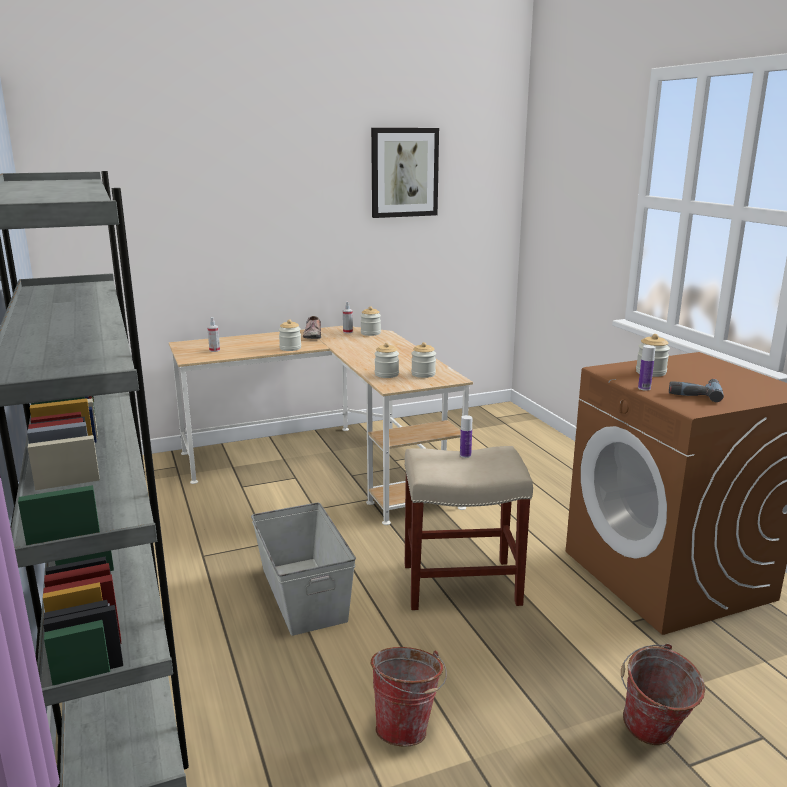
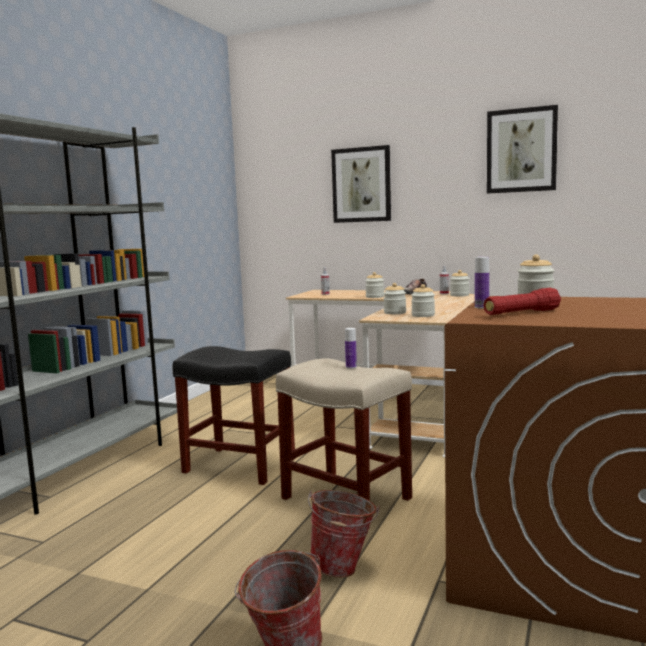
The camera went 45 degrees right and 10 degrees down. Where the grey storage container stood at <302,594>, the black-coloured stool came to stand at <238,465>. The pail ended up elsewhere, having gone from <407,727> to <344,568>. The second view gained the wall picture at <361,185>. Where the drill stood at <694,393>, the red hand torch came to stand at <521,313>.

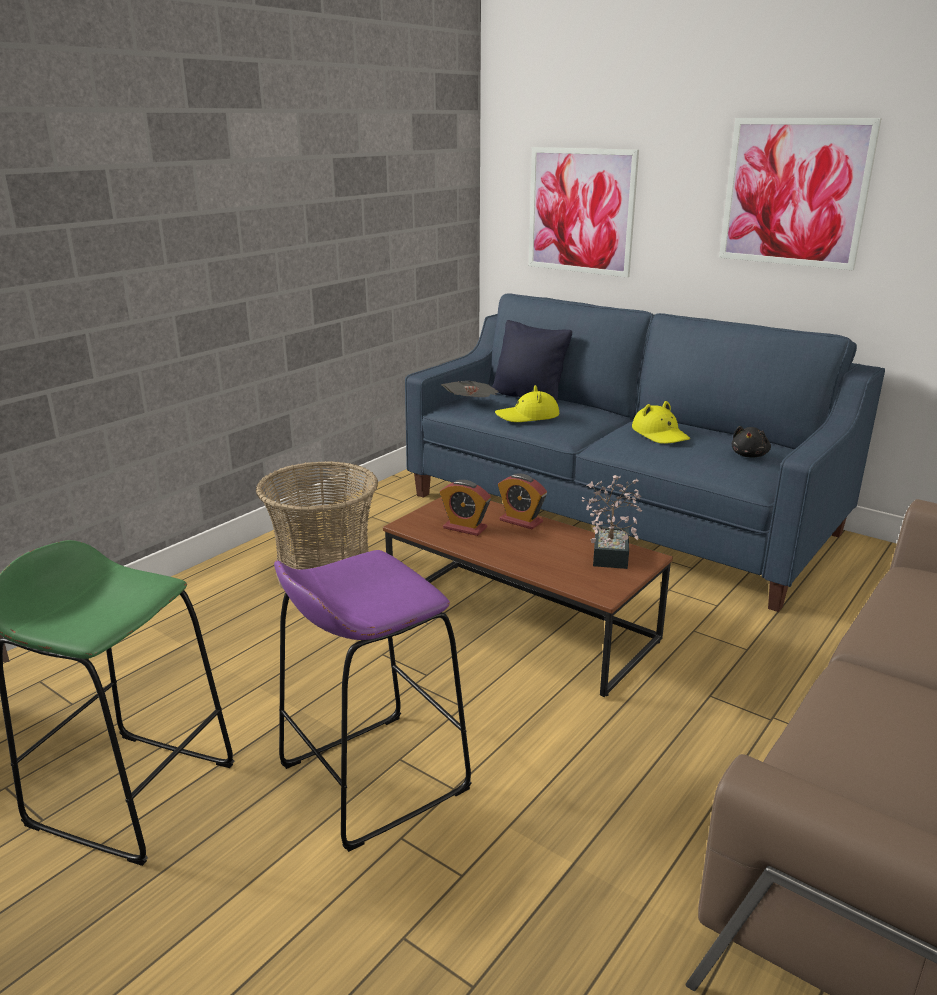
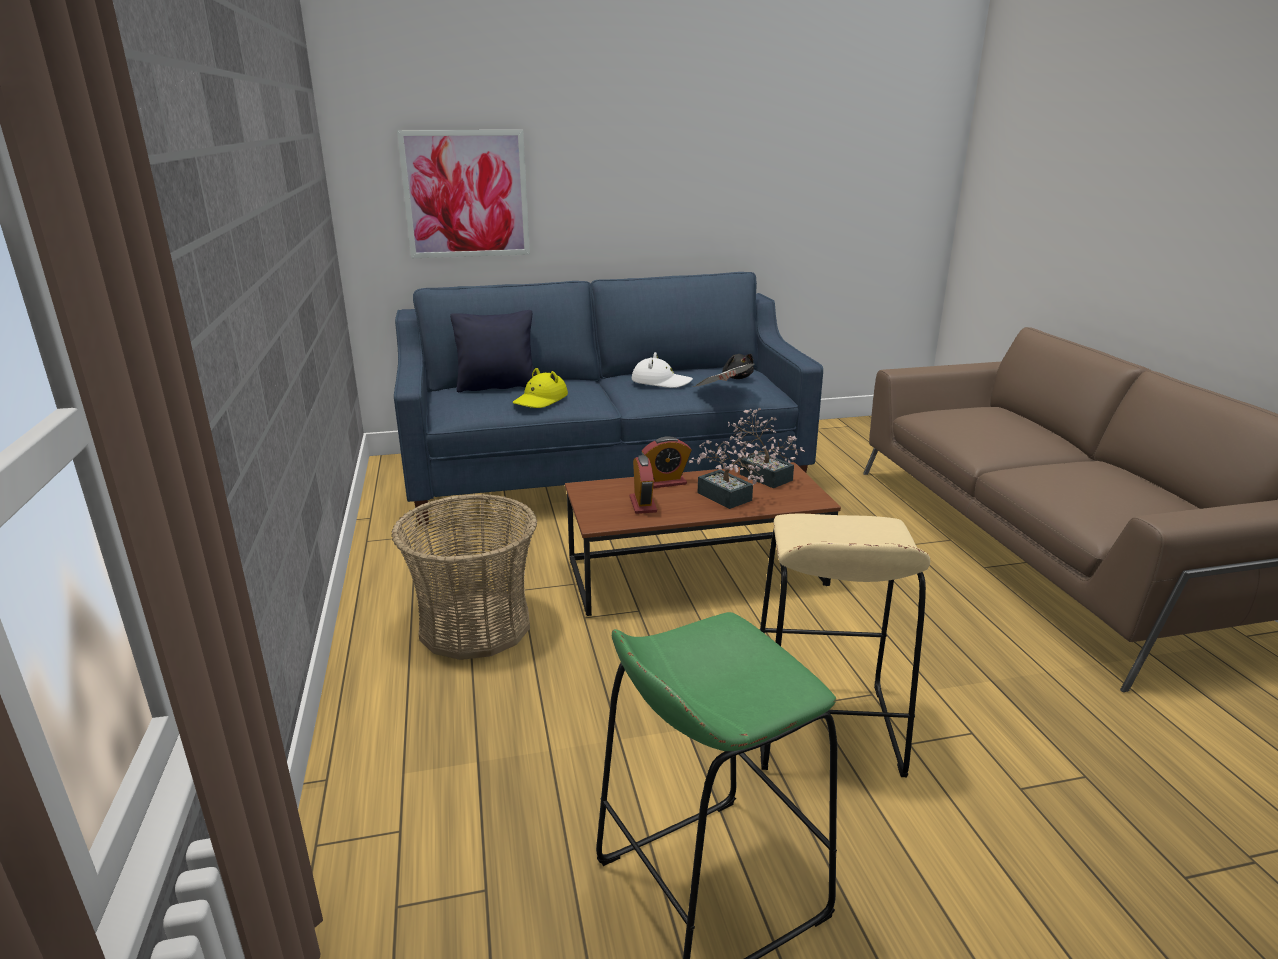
The camera went 50 degrees left and 0 degrees up. The table clock at <465,528> ended up facing another way, 75 degrees counterclockwise from before. What was the yellow wearable hat at <660,434> turned into the whitish wearable hat at <661,382>. The second view gained the potted plant at <728,499>. The daily paper ended up elsewhere, having gone from <471,405> to <722,391>. What was the purple-coloured stool at <373,777> turned into the beige stool at <823,726>. The second view lost the wall picture at <794,193>.

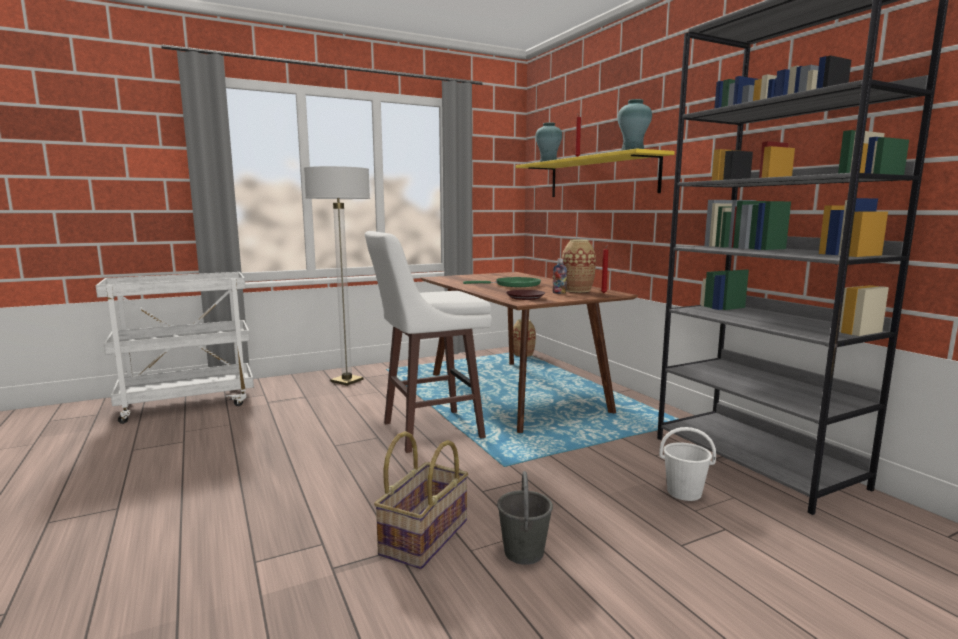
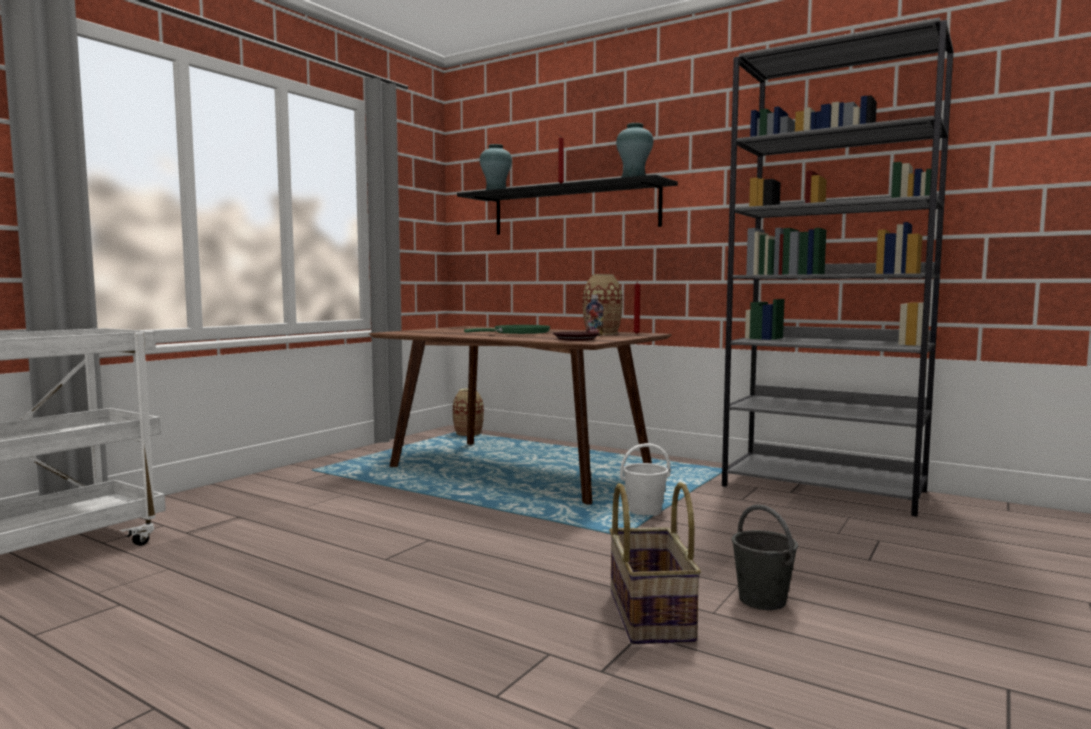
The camera went 30 degrees left and 5 degrees down. What was the yellow bracket shelf at <600,177> turned into the black-coloured bracket shelf at <573,210>. The whitish pail ended up elsewhere, having gone from <684,492> to <645,511>. The second view lost the standing lamp at <347,381>. The second view lost the whitish stool at <429,431>.

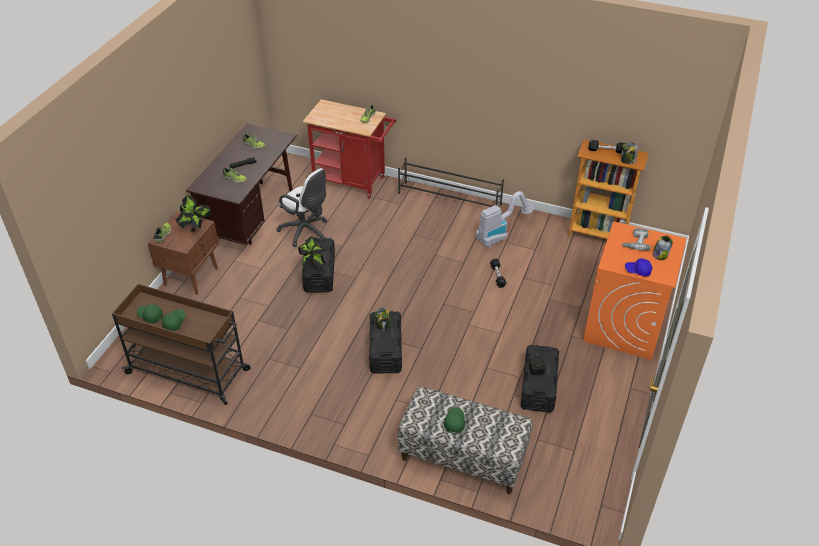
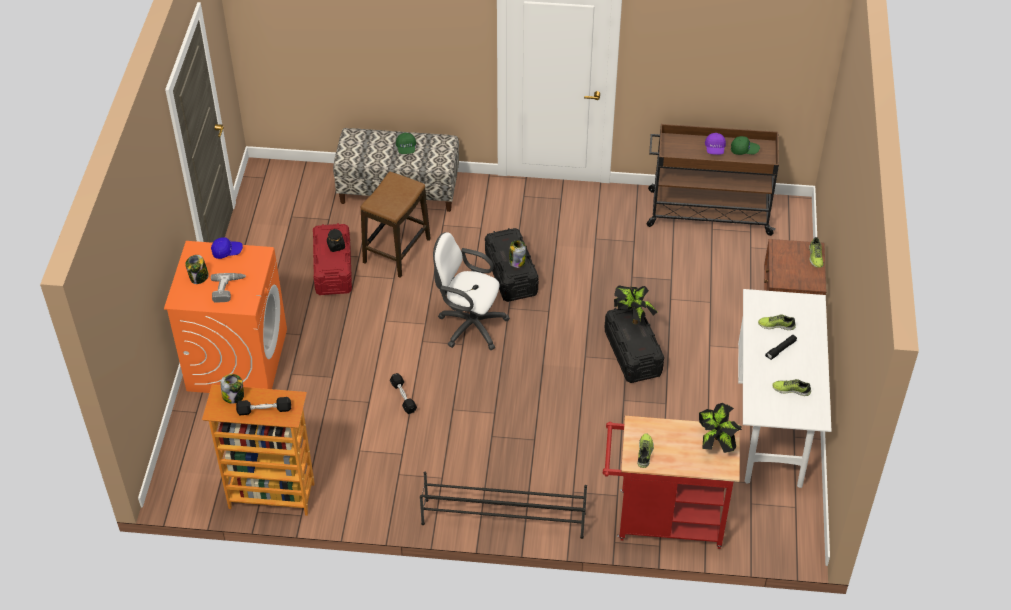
The camera went 165 degrees right and 5 degrees up. What was the black-coloured storage container at <538,387> turned into the red storage container at <333,269>. The second view gained the stool at <397,251>. The whitish office chair ended up elsewhere, having gone from <306,232> to <469,325>. The potted plant ended up elsewhere, having gone from <196,228> to <716,443>. What was the green baseball cap at <174,322> turned into the purple-coloured baseball cap at <715,149>. What was the brown desk at <252,217> turned into the whitish desk at <773,421>. The second view lost the vacuum cleaner at <500,234>.

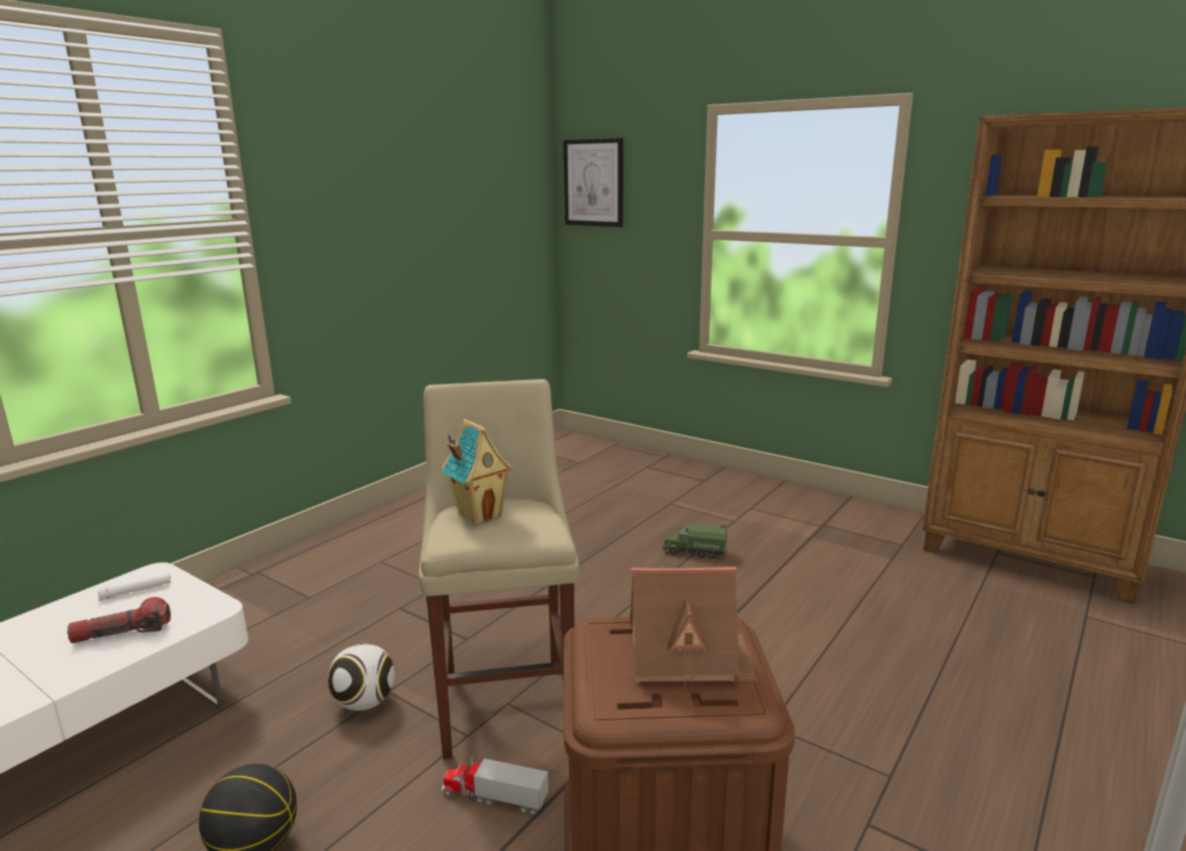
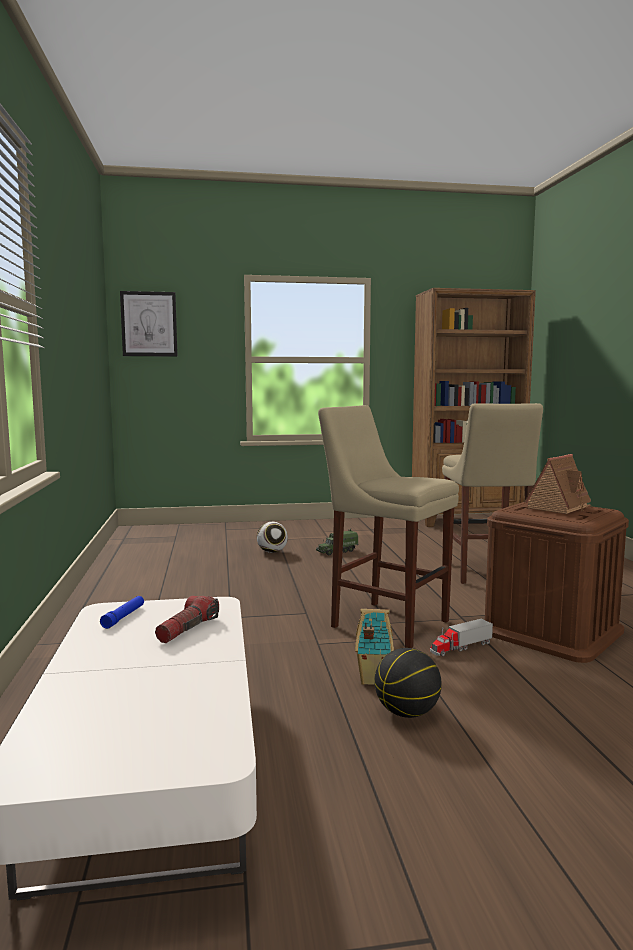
The camera went 45 degrees left and 10 degrees down. What was the whitish hand torch at <136,591> turned into the blue hand torch at <124,617>. The football ended up elsewhere, having gone from <364,703> to <272,552>. The miniature house ended up elsewhere, having gone from <479,514> to <372,679>. The second view gained the beige stool at <484,573>.

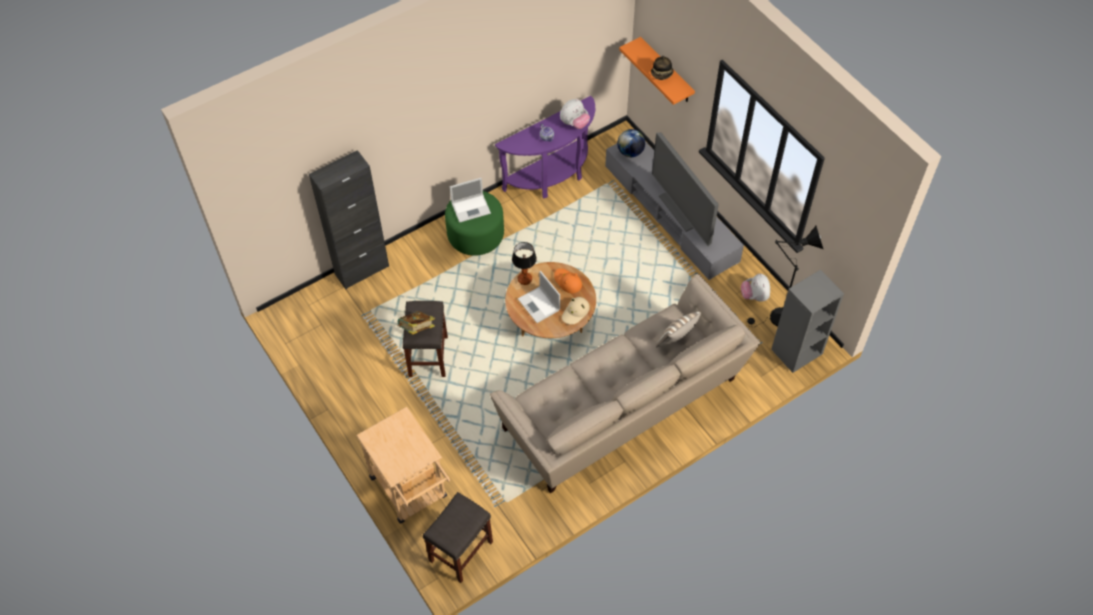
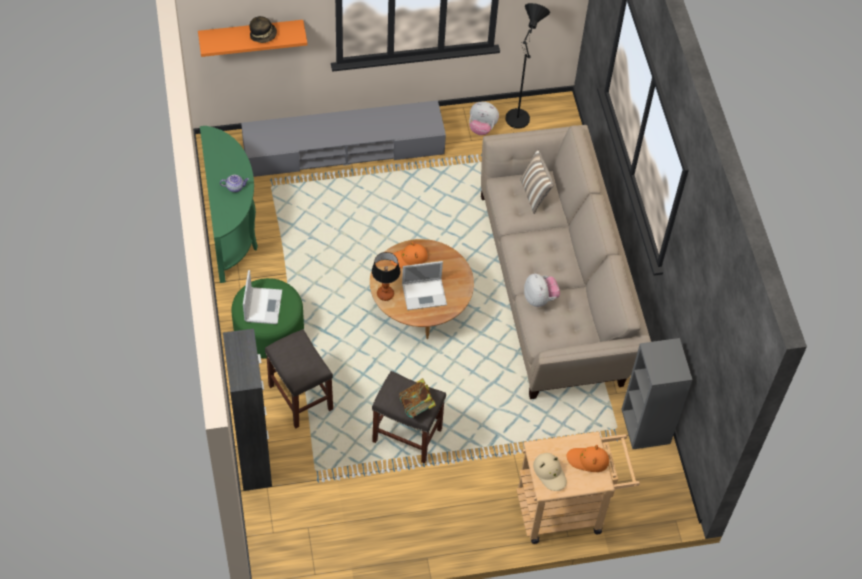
The camera went 70 degrees left and 0 degrees up. What was the purple-coloured hall table at <552,177> turned into the green hall table at <231,230>. The grey stool ended up elsewhere, having gone from <461,550> to <299,397>. The cuddly toy ended up elsewhere, having gone from <574,124> to <540,298>. The beige wearable hat ended up elsewhere, having gone from <575,312> to <550,473>. The second view gained the orange wearable hat at <588,460>. The grey bookcase ended up elsewhere, having gone from <796,352> to <646,427>. The second view lost the desk globe at <630,152>. The second view lost the TV set at <683,209>.

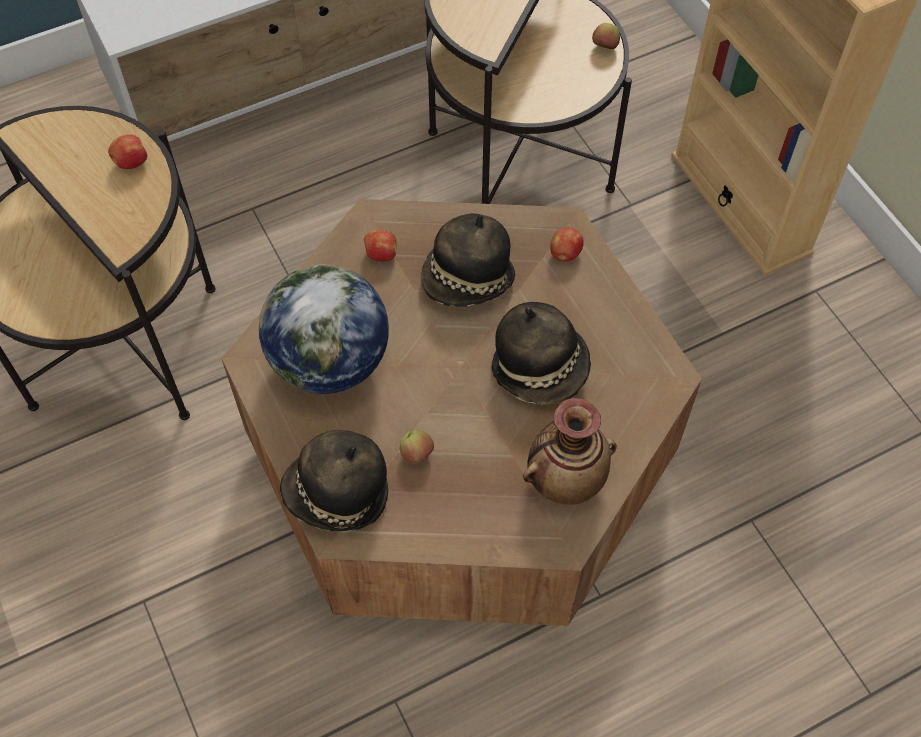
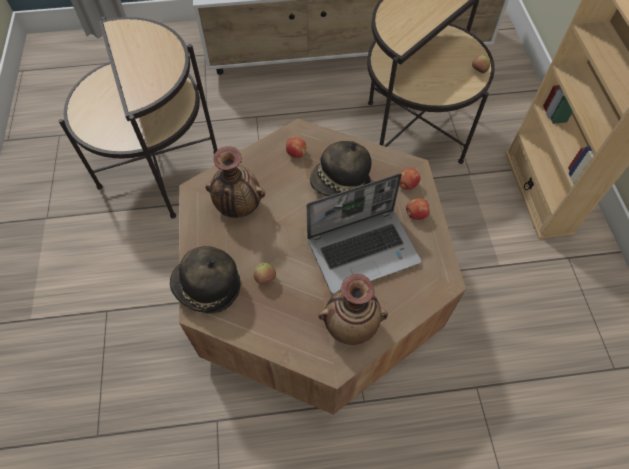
The camera went 20 degrees right and 0 degrees up. Where the desk globe stood at <329,363>, the flower vase came to stand at <238,207>. Where the wearable hat stood at <541,368>, the portable computer came to stand at <364,250>. The whole apple ended up elsewhere, having gone from <131,163> to <415,214>.

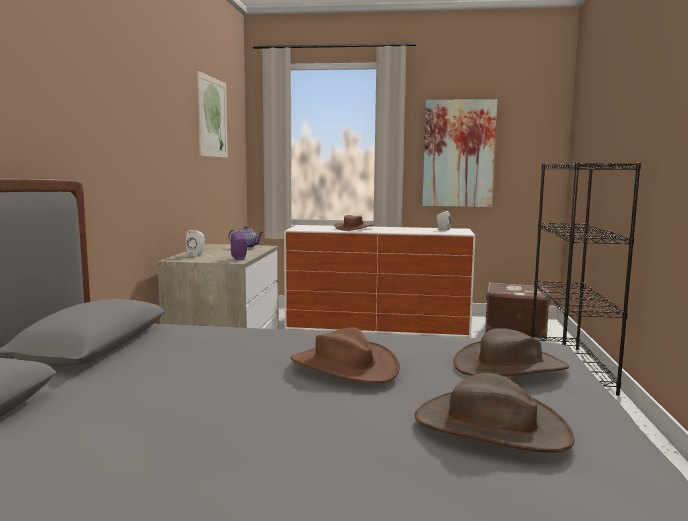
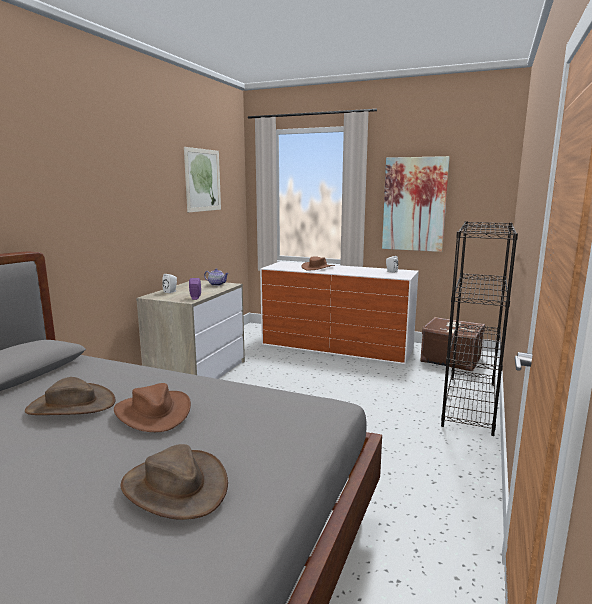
The camera went 15 degrees right and 5 degrees up. The brown wearable hat ended up elsewhere, having gone from <510,366> to <71,405>.

